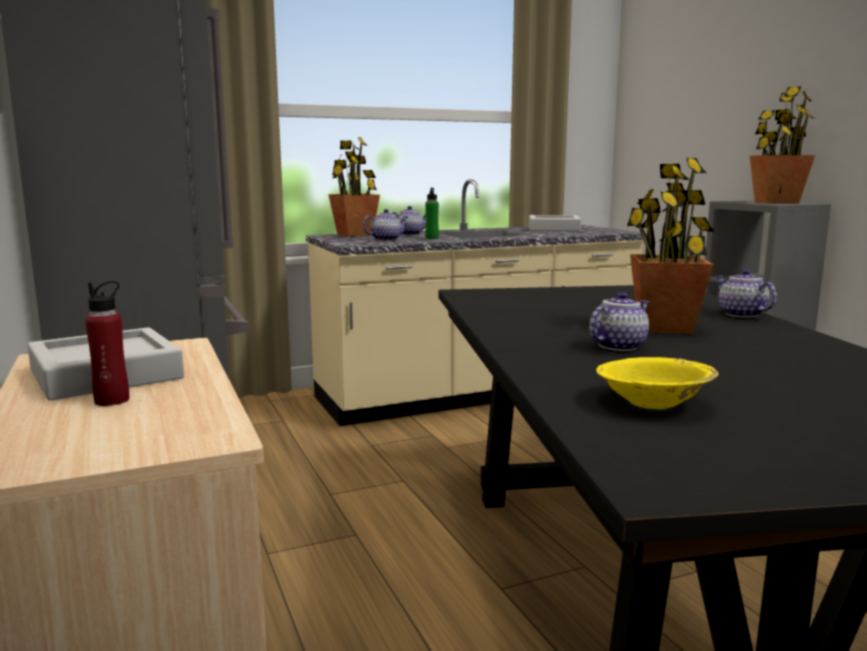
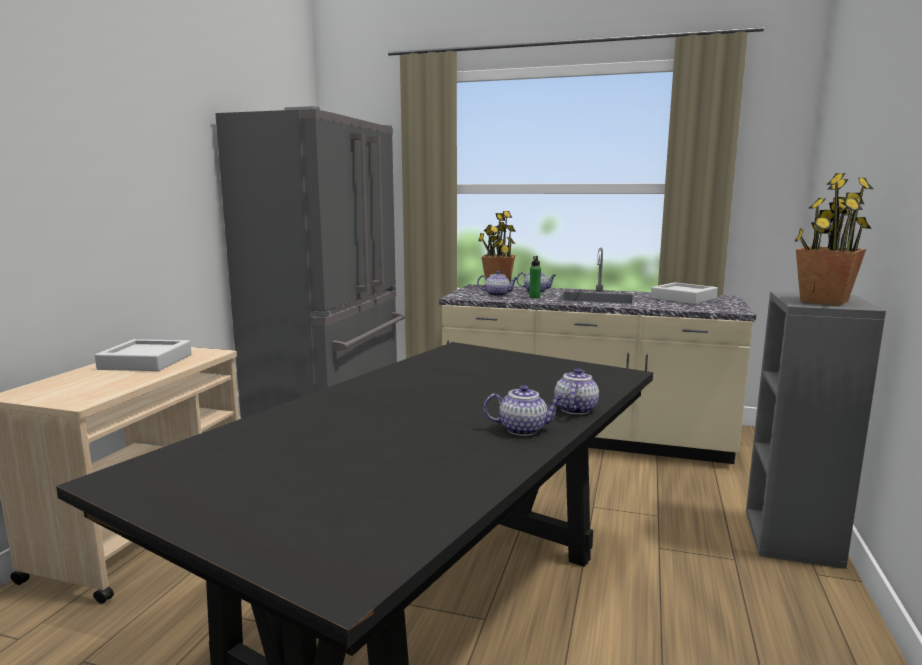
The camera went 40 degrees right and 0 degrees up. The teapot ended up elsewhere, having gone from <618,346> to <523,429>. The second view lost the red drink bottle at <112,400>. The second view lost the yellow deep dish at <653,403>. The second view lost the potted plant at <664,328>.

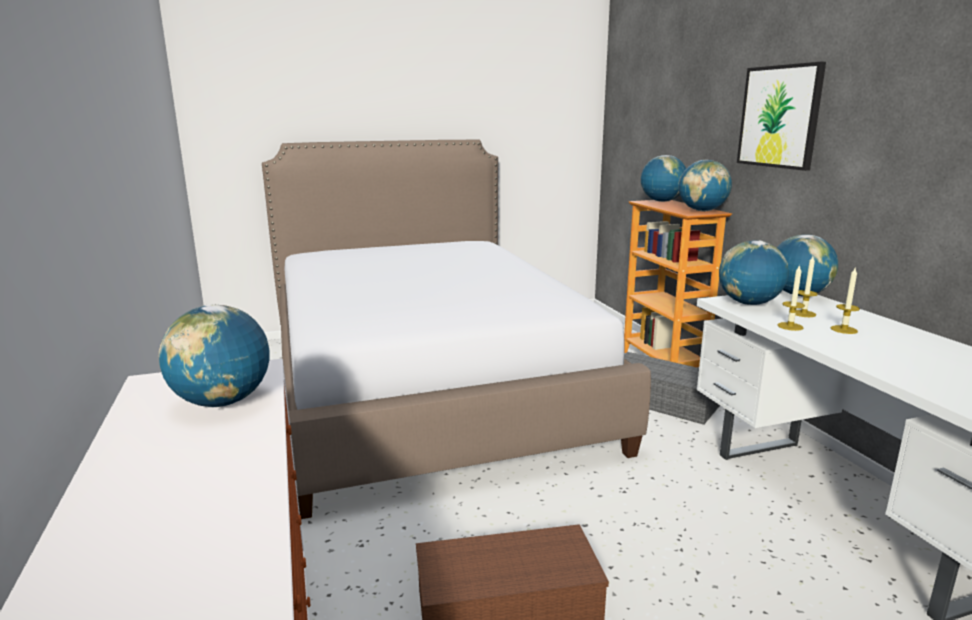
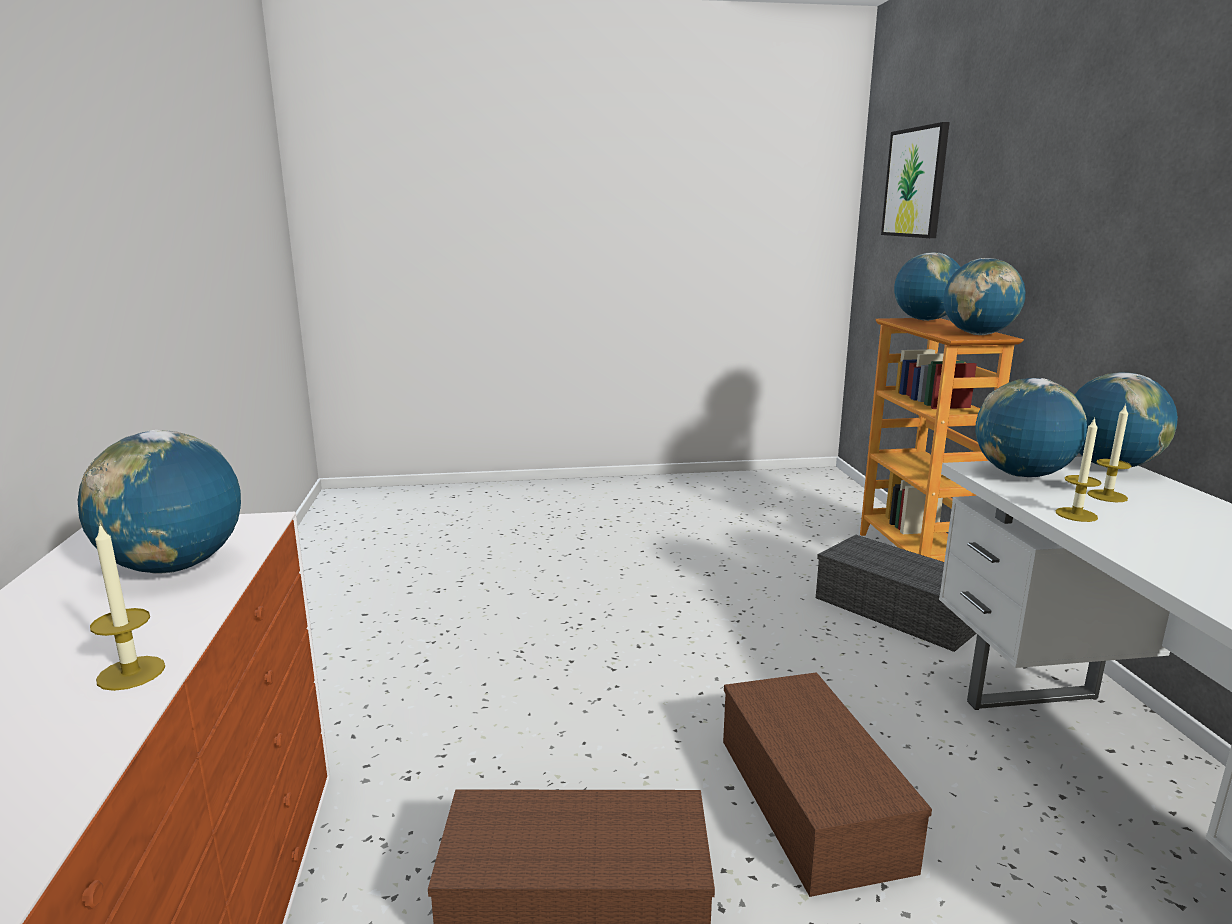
The camera went 10 degrees right and 0 degrees up. The wax candle ended up elsewhere, having gone from <844,329> to <131,673>. The second view gained the brown storage container at <814,803>. The wall picture ended up elsewhere, having gone from <779,116> to <915,183>. The second view lost the bed at <426,386>.

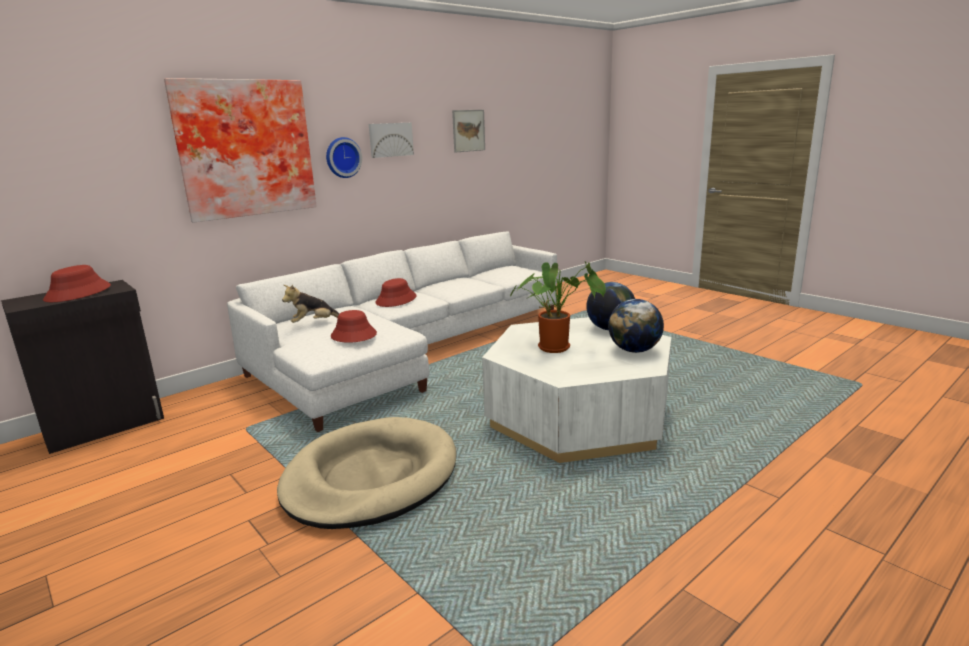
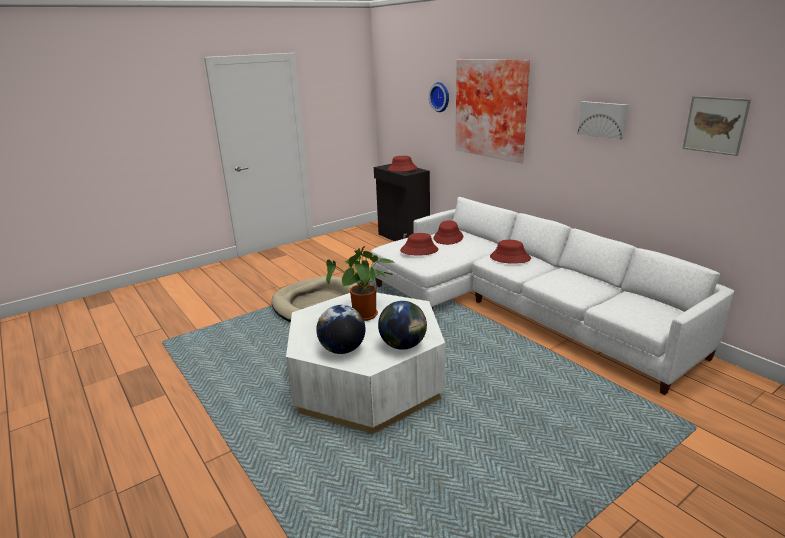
The camera went 95 degrees right and 5 degrees up. The clock on the wall ended up elsewhere, having gone from <342,157> to <441,97>. Where the cuddly toy stood at <314,323>, the red wearable hat came to stand at <448,238>.

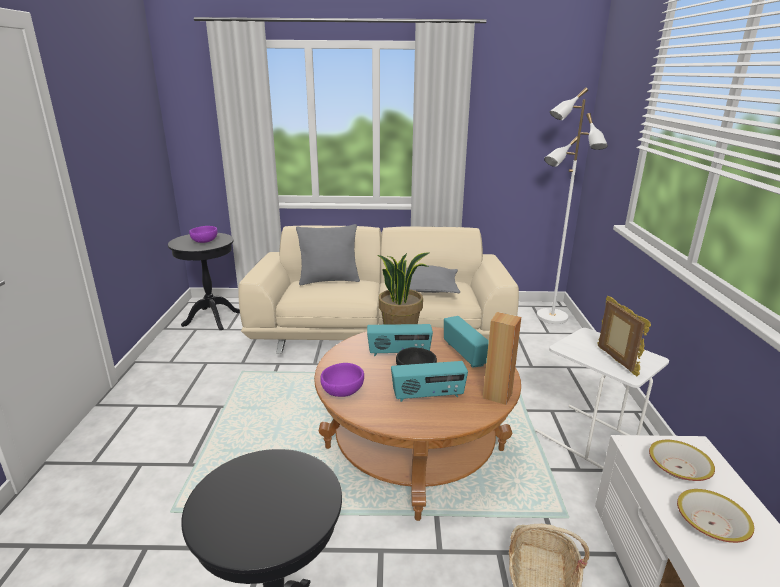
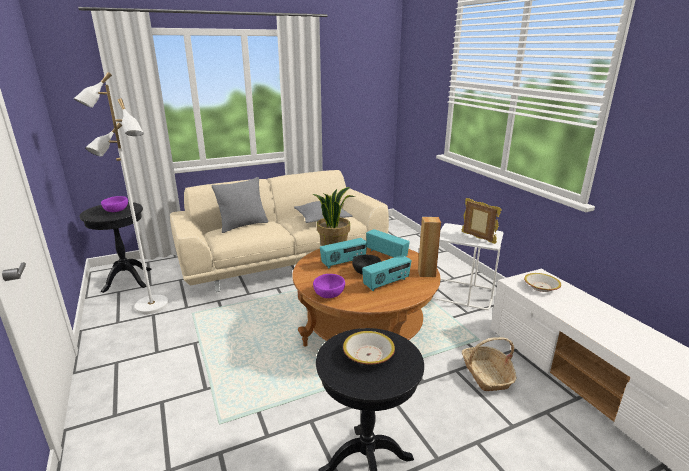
The camera went 25 degrees left and 0 degrees up. The whitish standing lamp ended up elsewhere, having gone from <551,317> to <151,306>. The deep dish ended up elsewhere, having gone from <711,524> to <368,355>.

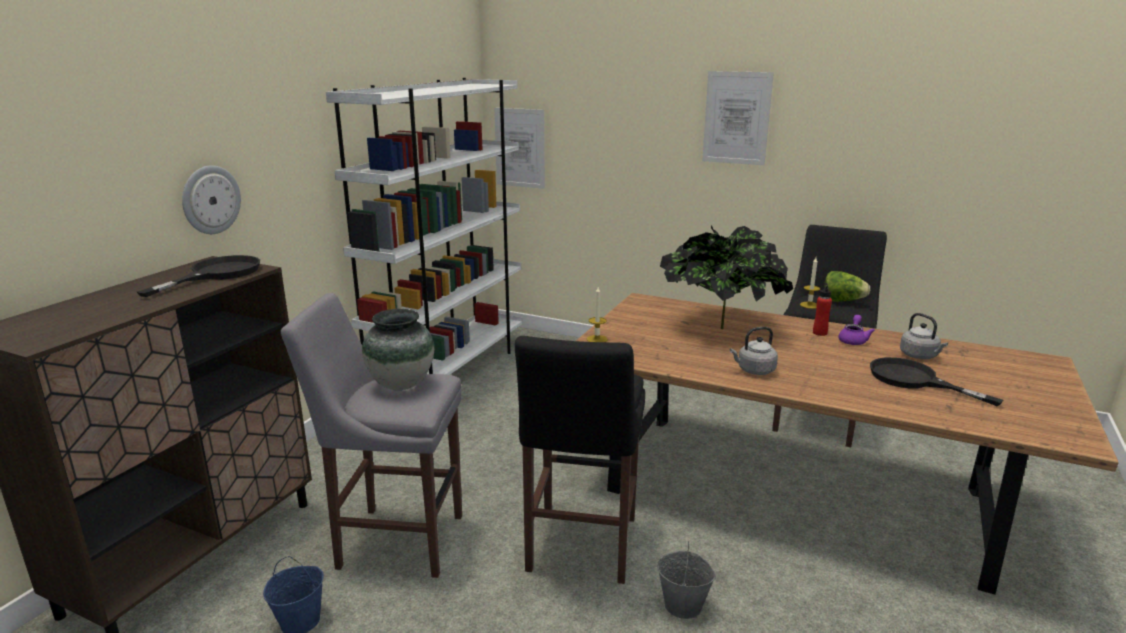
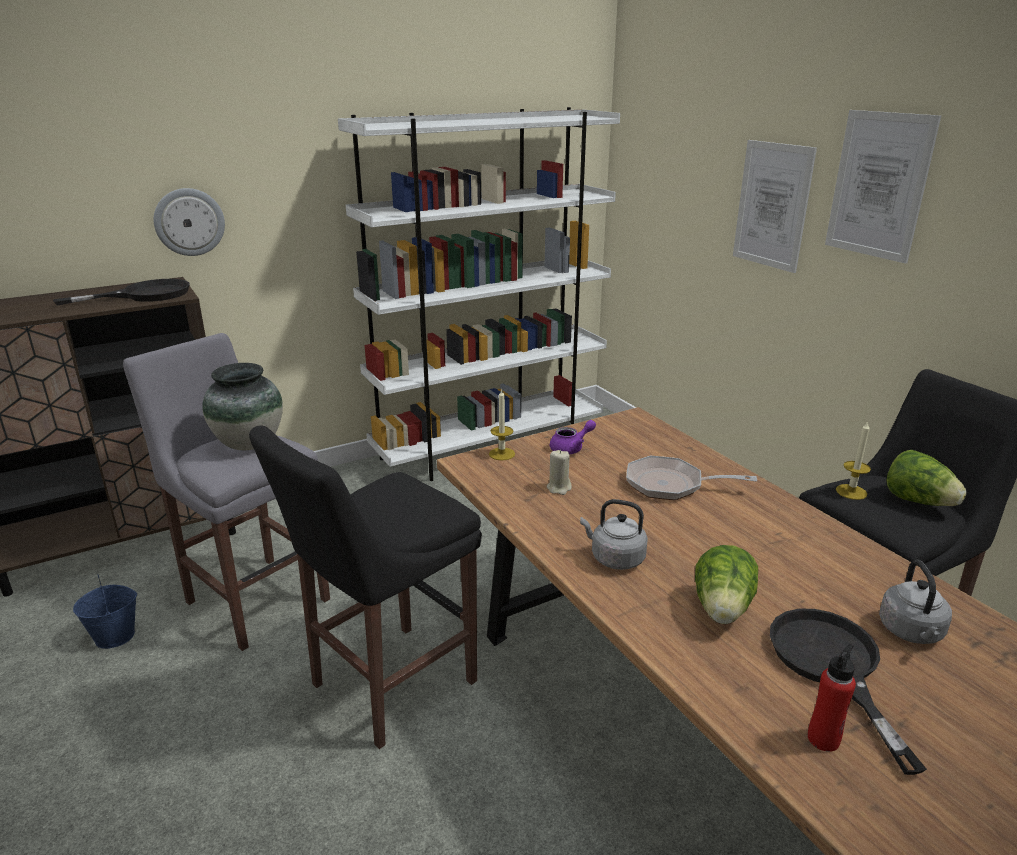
The camera went 35 degrees right and 5 degrees up. The second view gained the beige wax candle at <559,488>. The purple-coloured teapot ended up elsewhere, having gone from <853,340> to <571,448>. Where the potted plant stood at <720,327>, the skillet came to stand at <671,485>. The second view gained the lettuce at <722,610>. The wall picture ended up elsewhere, having gone from <520,148> to <772,205>. The red drink bottle ended up elsewhere, having gone from <819,333> to <823,739>. The second view lost the grey pail at <684,606>.

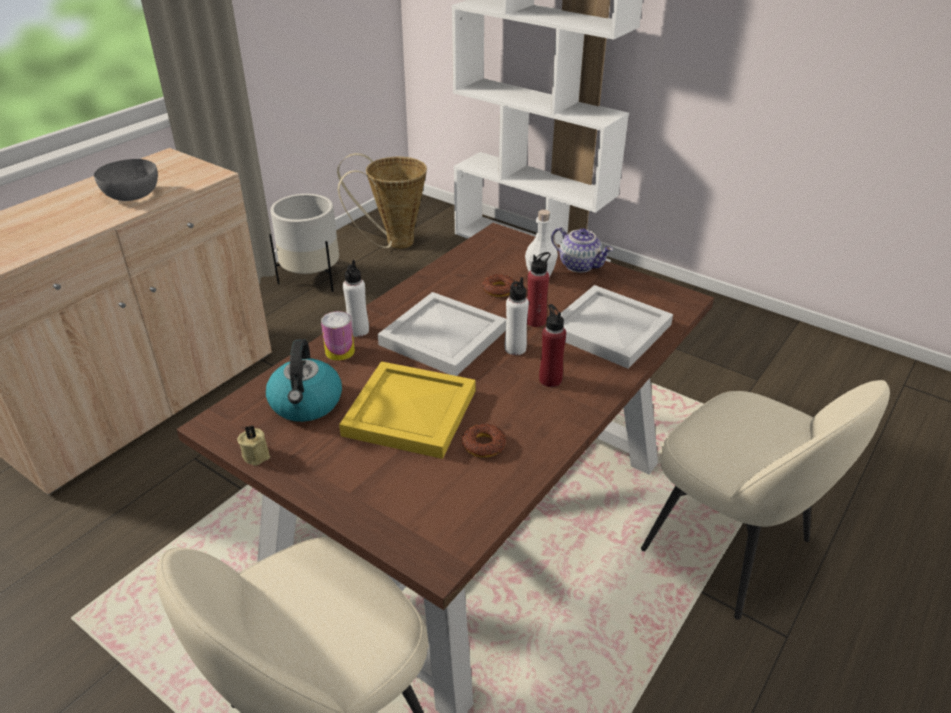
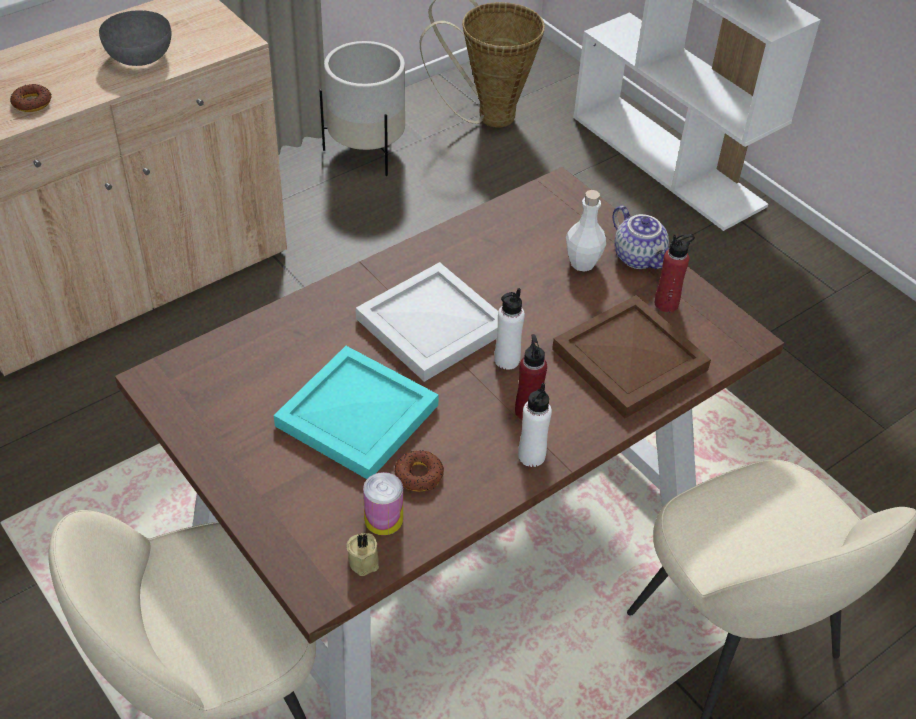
The camera went 15 degrees right and 10 degrees up. The donut ended up elsewhere, having gone from <499,289> to <32,102>. What was the yellow serving tray at <412,412> turned into the blue-green serving tray at <360,415>. The beige wax candle ended up elsewhere, having gone from <256,454> to <364,560>. The can ended up elsewhere, having gone from <340,351> to <383,519>. The whitish drink bottle ended up elsewhere, having gone from <358,330> to <531,456>. What was the whitish serving tray at <610,331> turned into the brown serving tray at <629,361>. The red drink bottle ended up elsewhere, having gone from <535,321> to <666,303>. The second view lost the kettle at <306,403>.

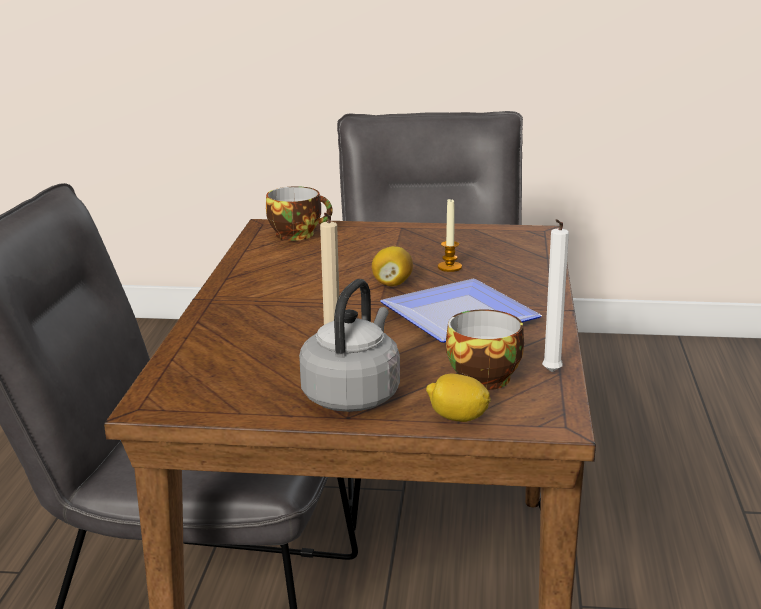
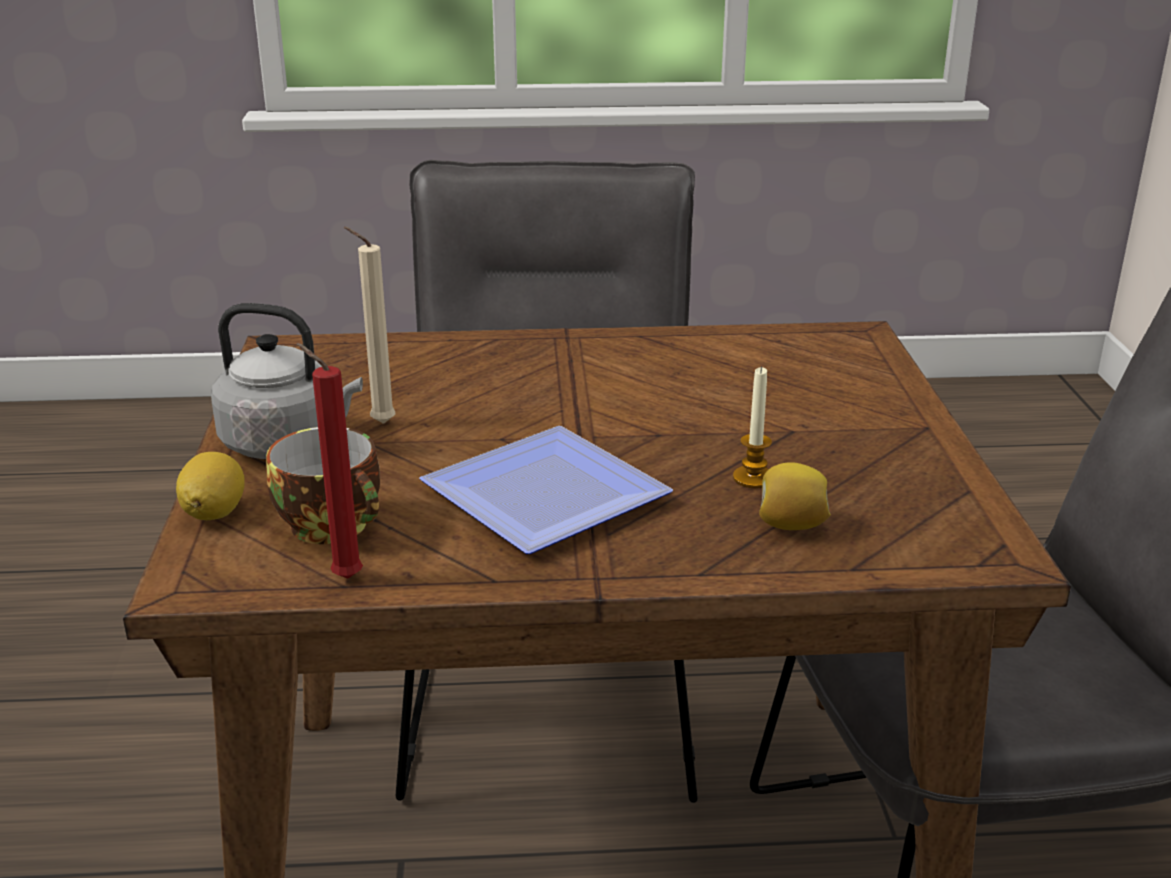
The camera went 80 degrees right and 5 degrees up. What was the whitish wax candle at <550,373> turned into the red wax candle at <343,577>. The citrus fruit ended up elsewhere, having gone from <392,283> to <790,525>. The second view lost the cup at <298,234>.

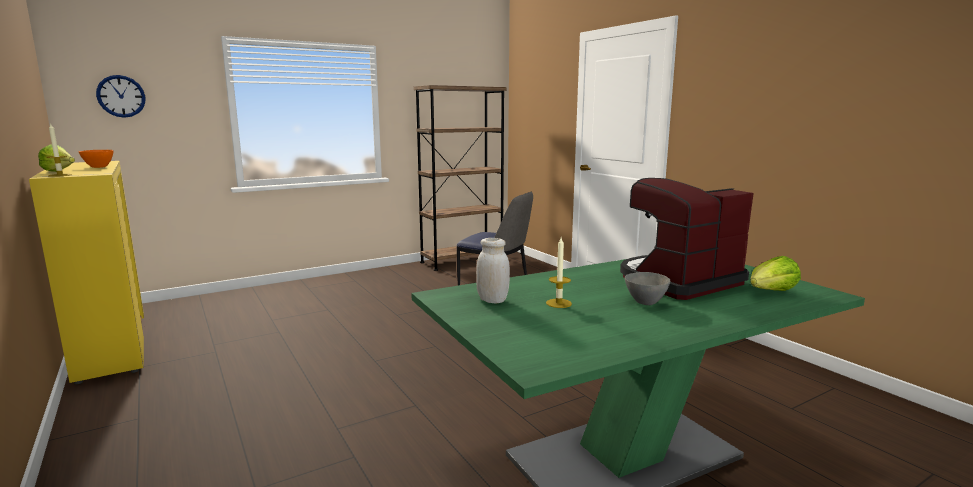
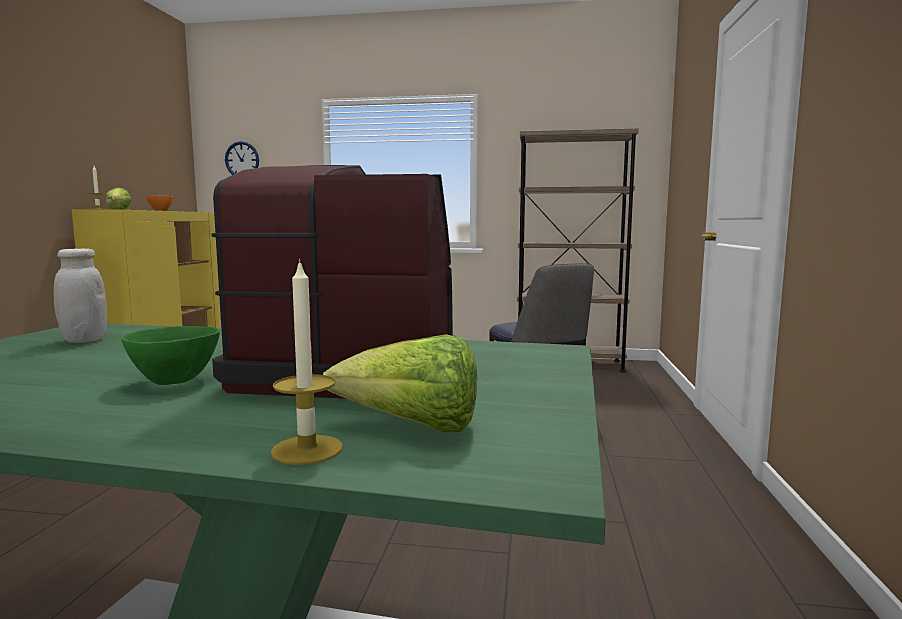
The camera went 40 degrees right and 5 degrees down. What was the grey deep dish at <645,302> turned into the green deep dish at <176,380>. The wax candle ended up elsewhere, having gone from <558,303> to <307,449>.

